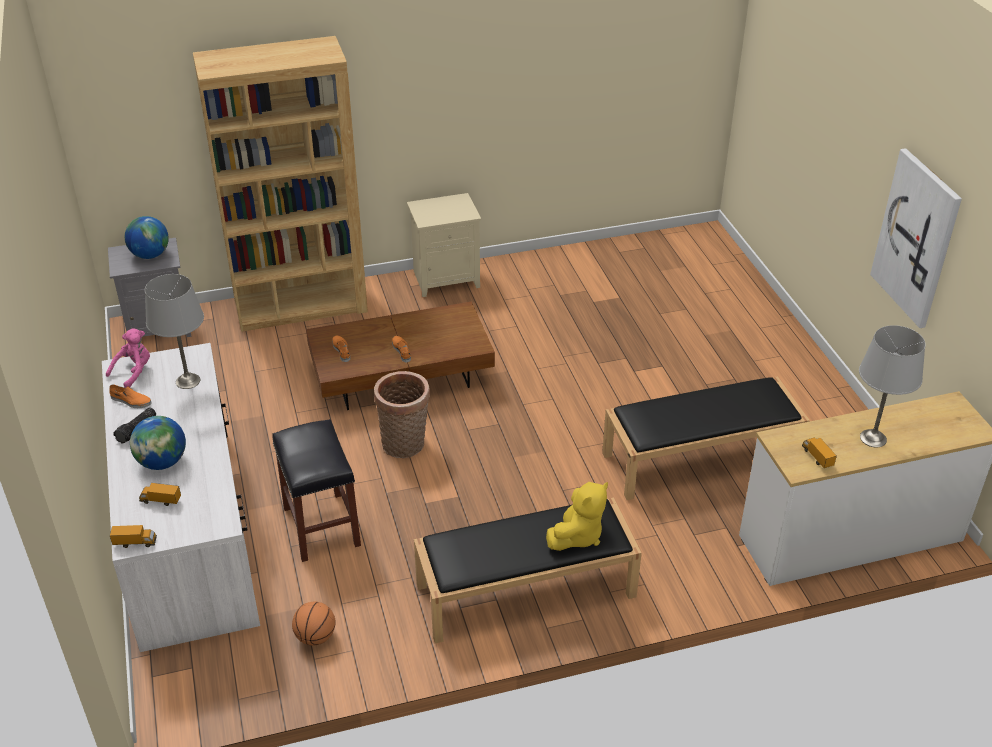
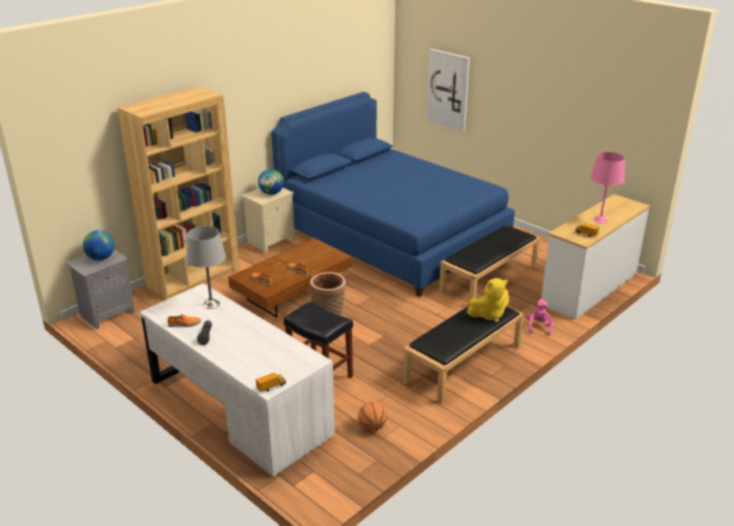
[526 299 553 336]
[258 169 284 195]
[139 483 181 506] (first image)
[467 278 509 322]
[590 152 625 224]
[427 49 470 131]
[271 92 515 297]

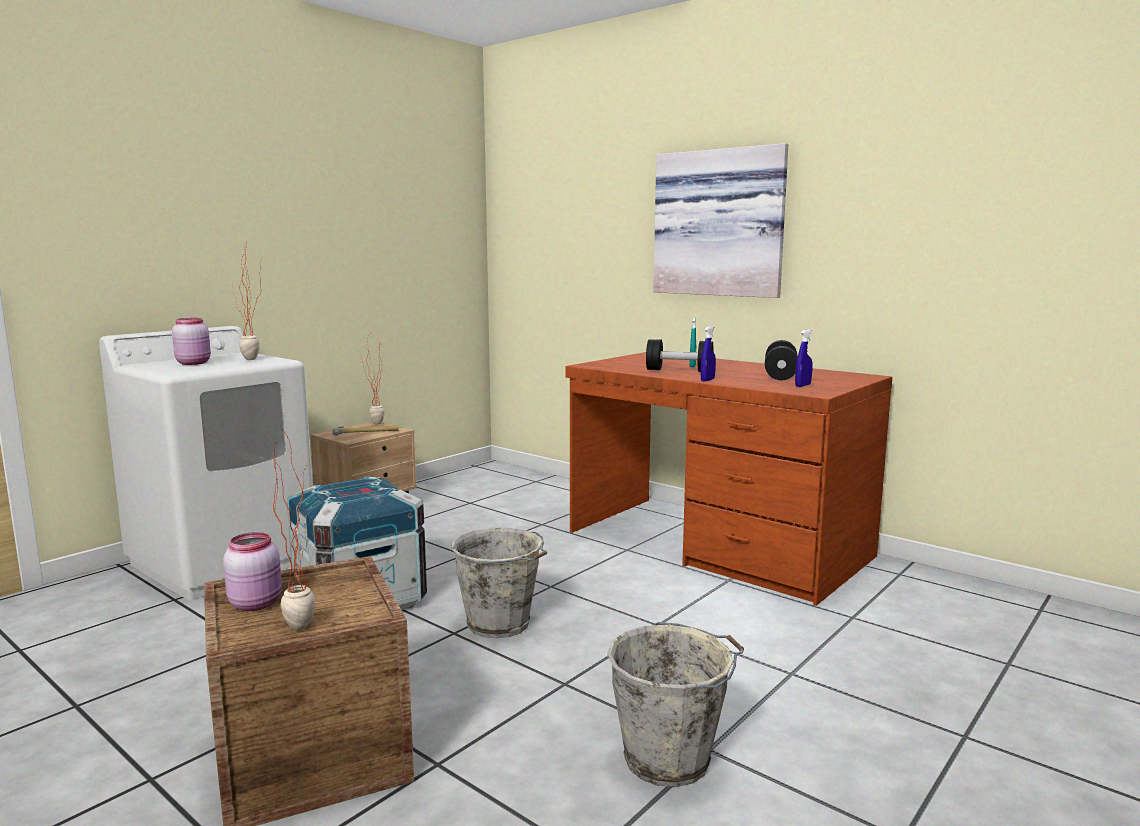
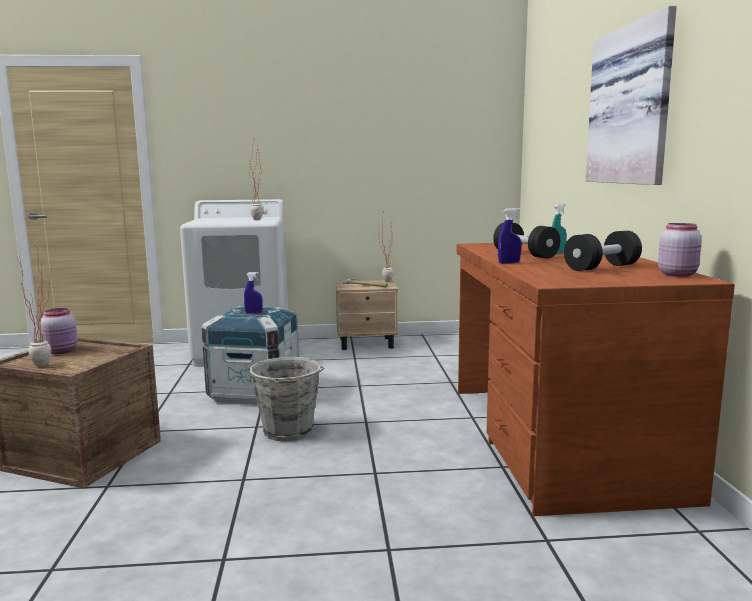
[658 223 702 277]
[607 622 744 787] (first image)
[244 272 263 313]

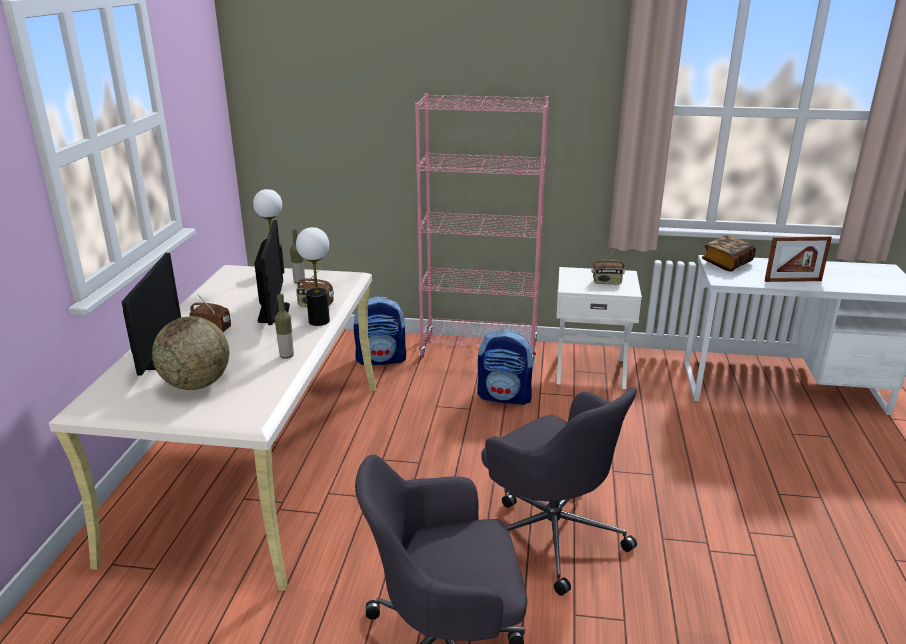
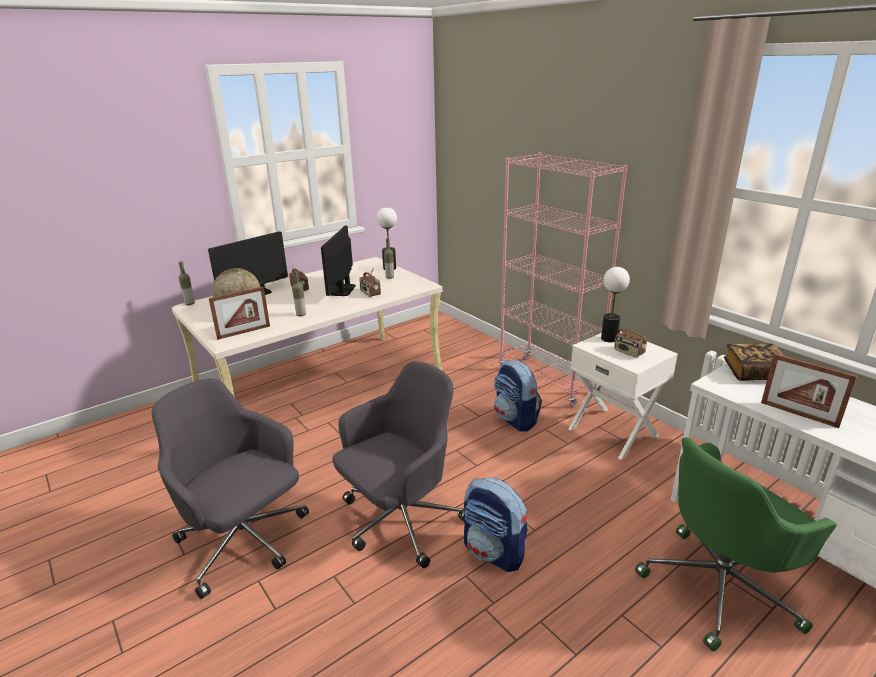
[321 225 356 296]
[601 267 630 342]
[464 477 528 572]
[332 361 464 568]
[179 262 195 305]
[209 286 270 340]
[635 437 837 651]

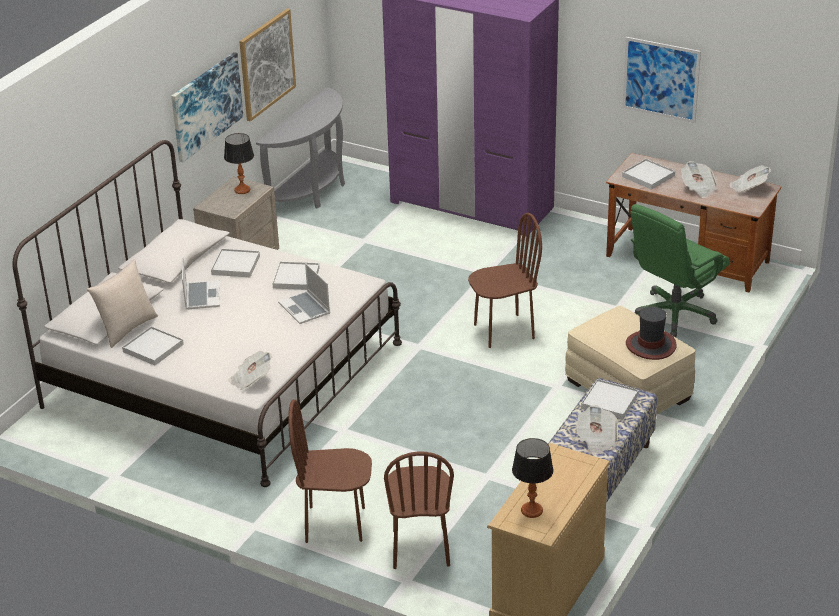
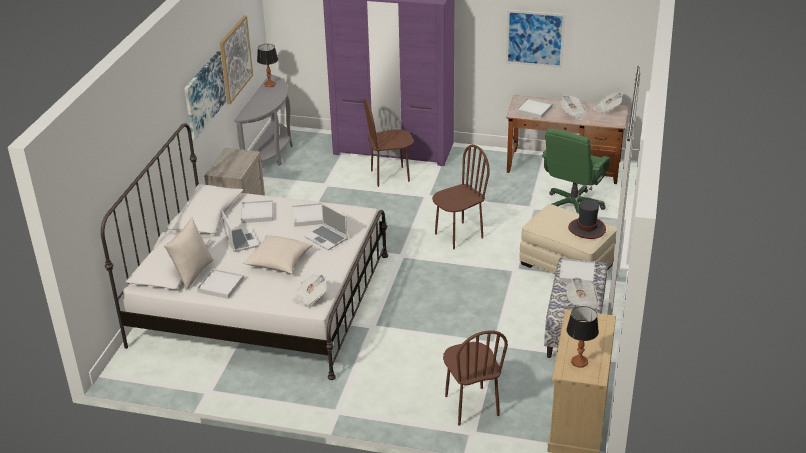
[257 44 278 87]
[364 99 414 187]
[243 235 313 274]

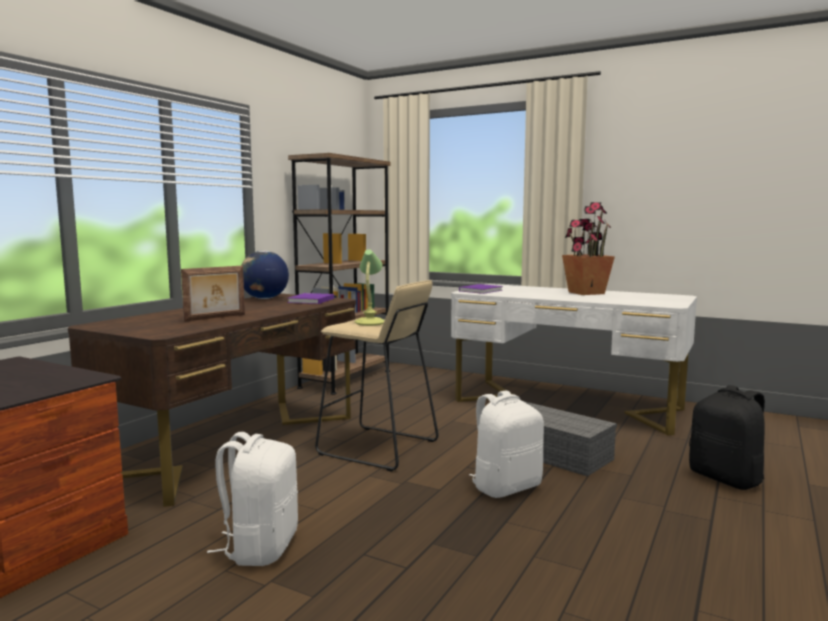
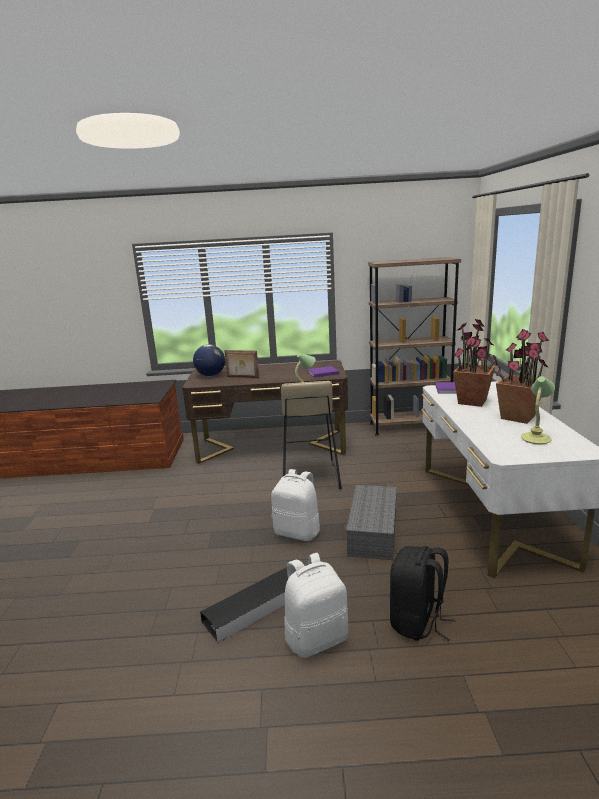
[285 553 348 658]
[193 344 225 376]
[200 567 288 643]
[453 319 498 407]
[521 376 555 444]

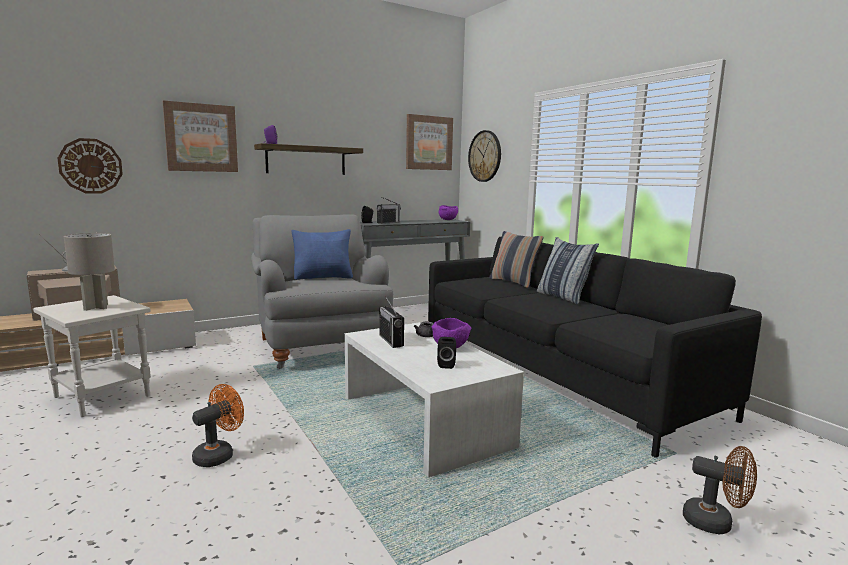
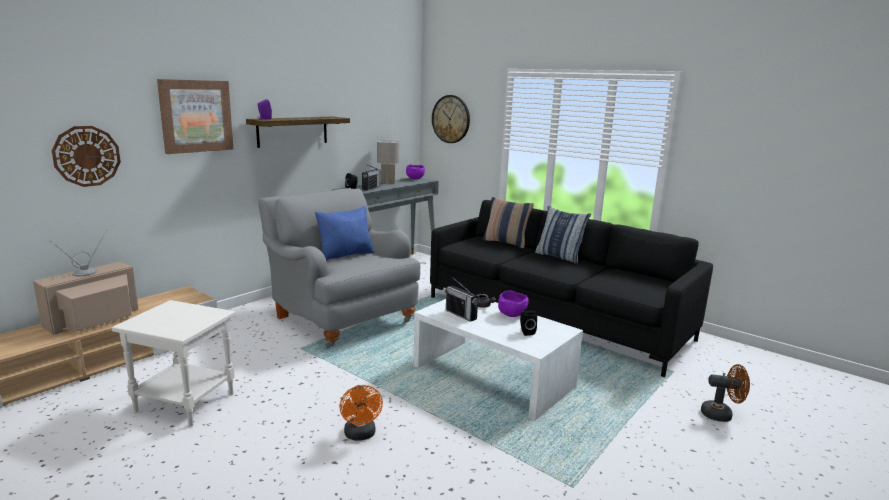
[377 141 399 184]
[339 385 383 441]
[406 114 453 170] (first image)

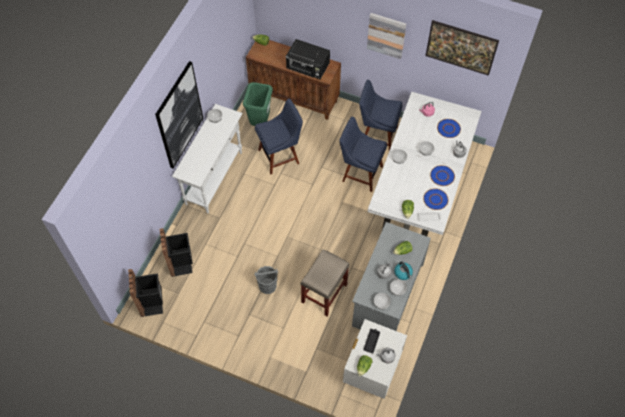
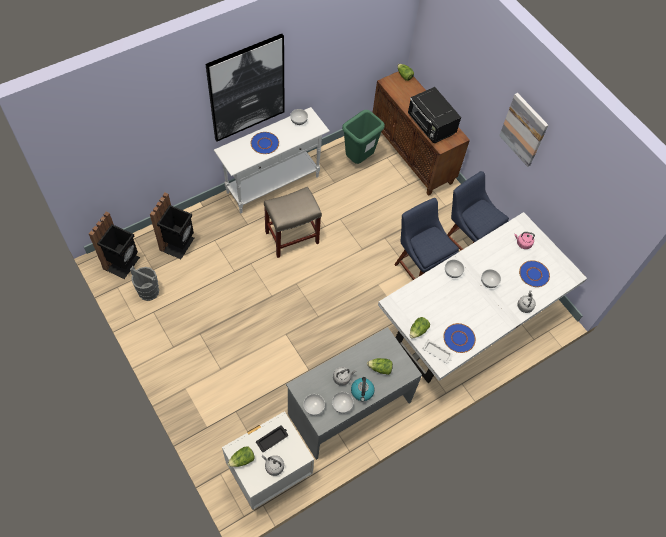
[130 266 159 301]
[255 99 303 174] (first image)
[264 187 322 258]
[425 20 499 76] (first image)
[251 132 279 154]

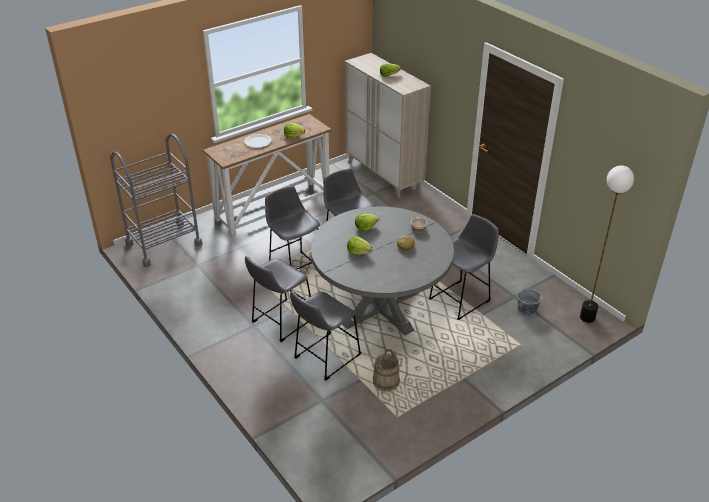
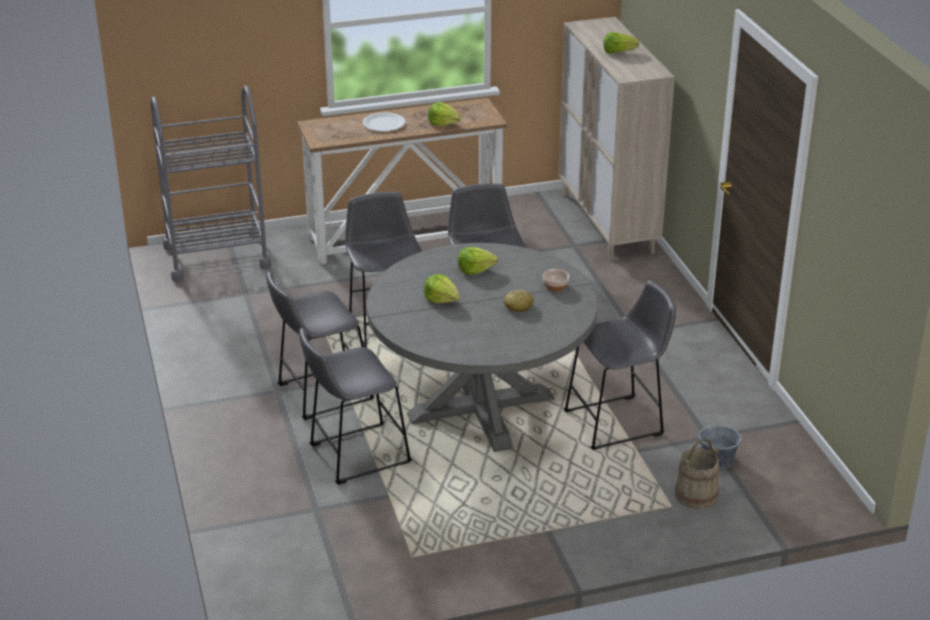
[675 438 719 509]
[580 165 634 323] (first image)

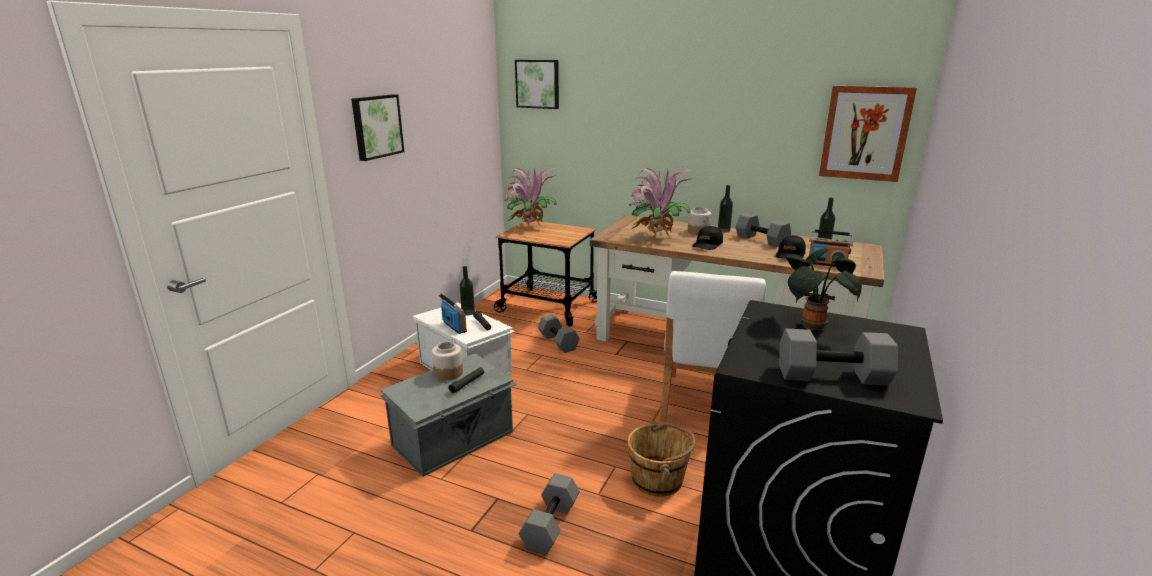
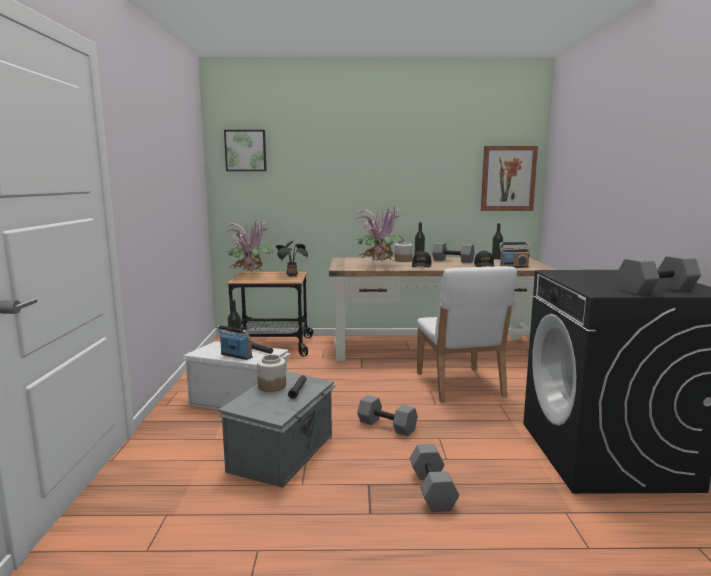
[351 94 404 161] (first image)
[357 395 418 436]
[627 421 696 496] (first image)
[276 241 308 277]

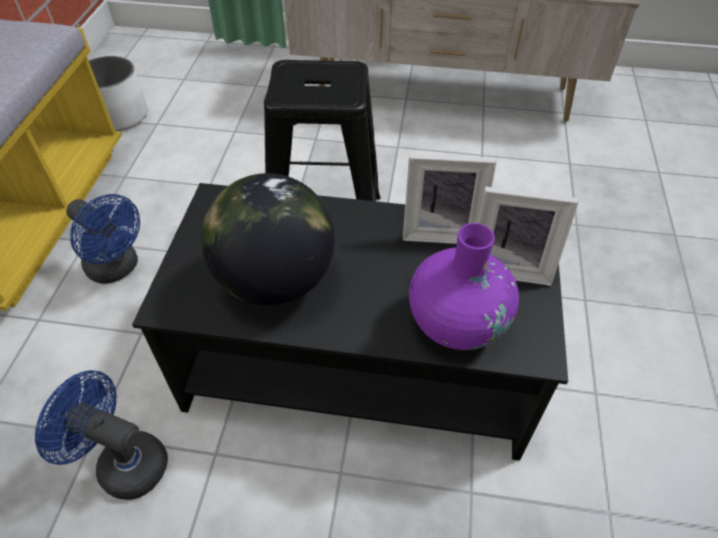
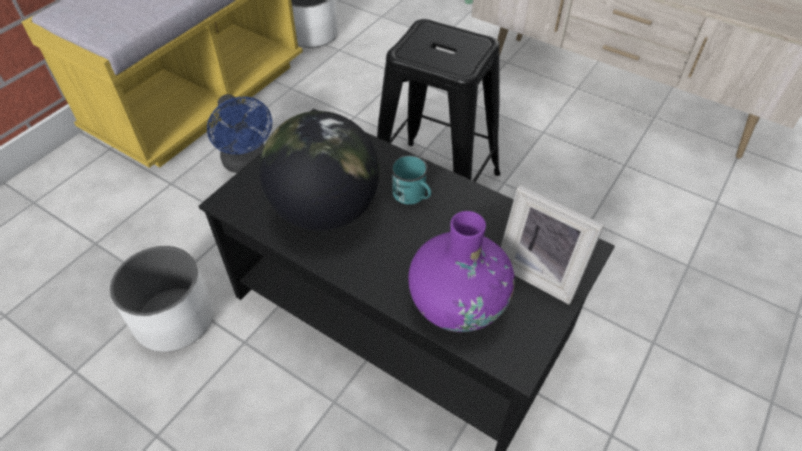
[110 246 214 352]
[403 154 497 244] (first image)
[391 155 431 205]

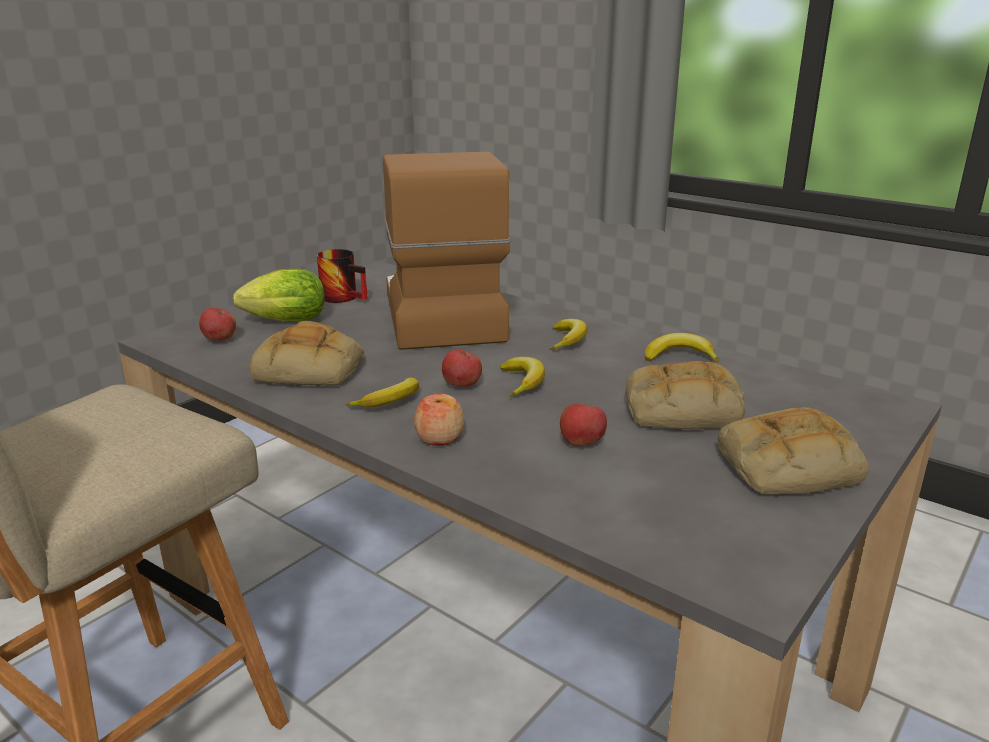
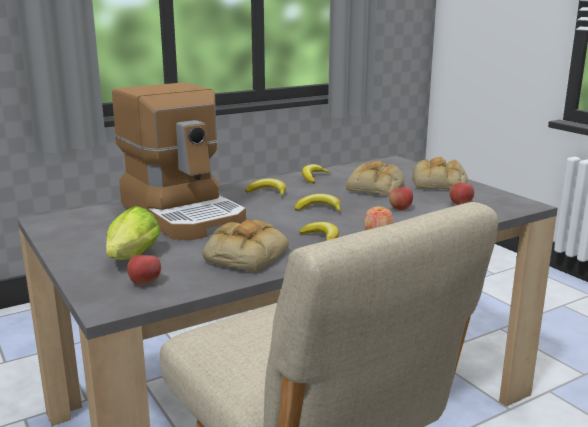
[317 249 368 303] (first image)
[112 83 246 240]
[449 183 474 205]

